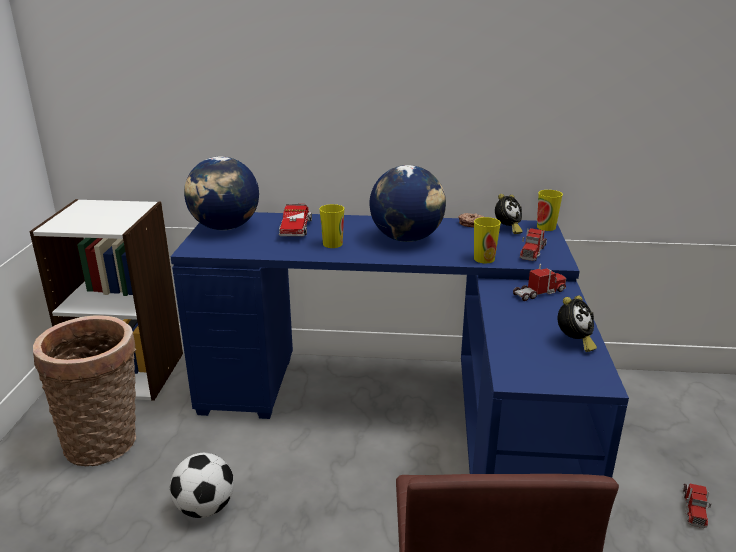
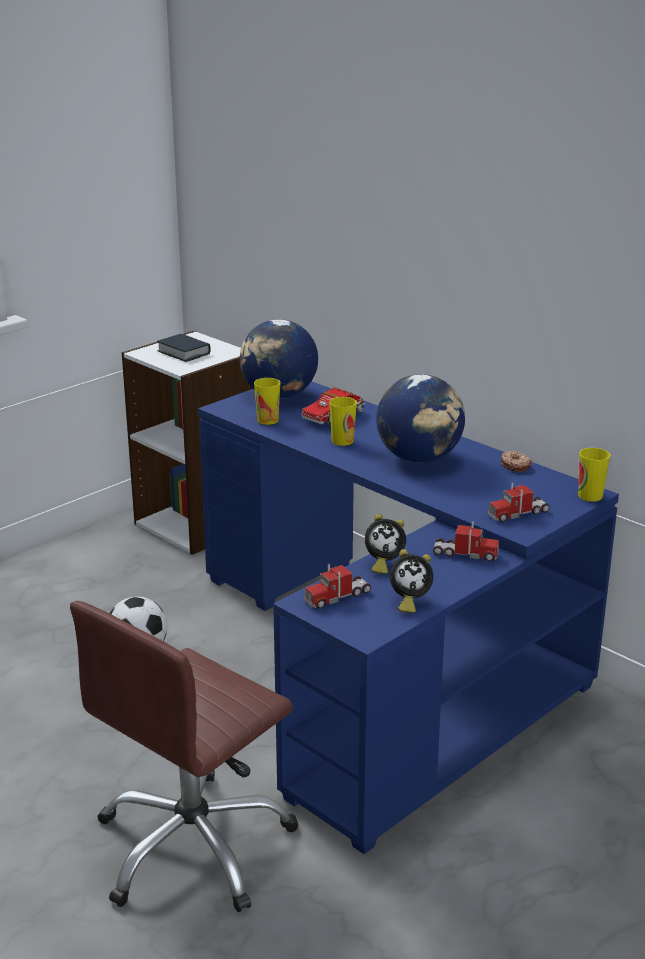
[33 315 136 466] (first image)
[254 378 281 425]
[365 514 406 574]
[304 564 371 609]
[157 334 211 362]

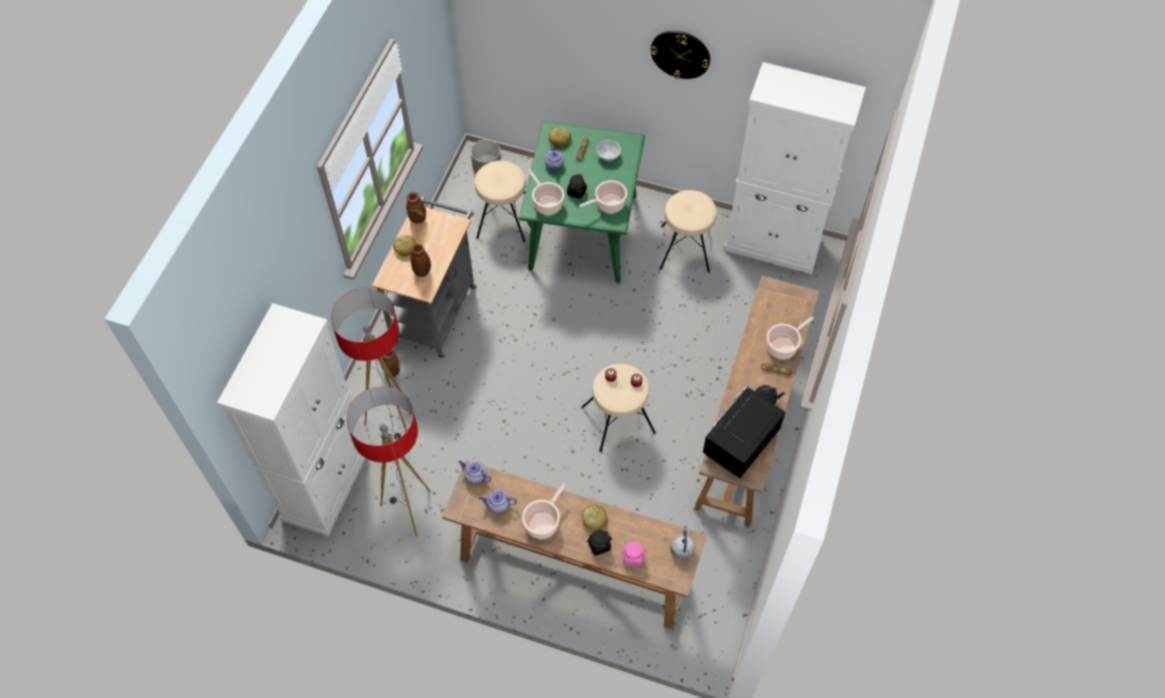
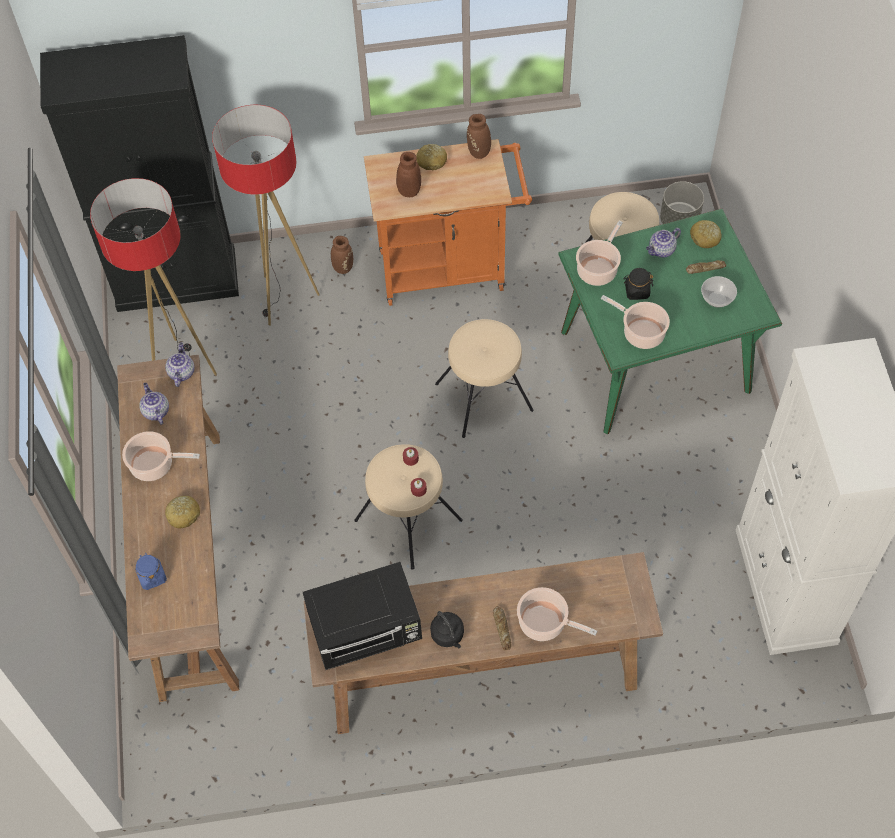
[40 35 239 312]
[364 139 532 306]
[587 530 612 556] (first image)
[135 553 167 590]
[650 31 710 79] (first image)
[435 319 534 438]
[670 526 695 560] (first image)
[303 562 422 670]

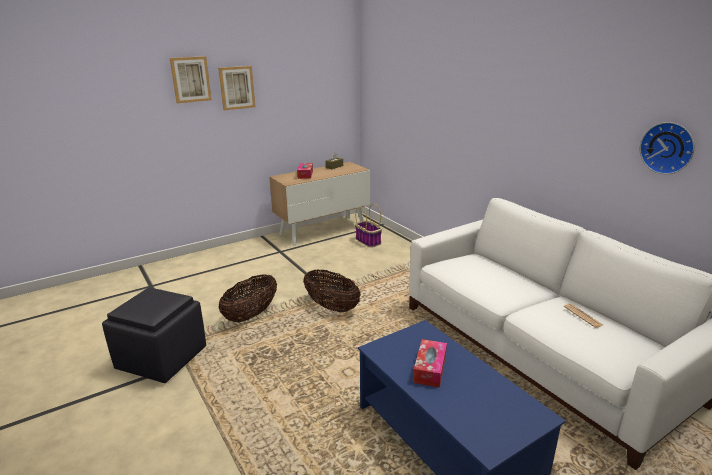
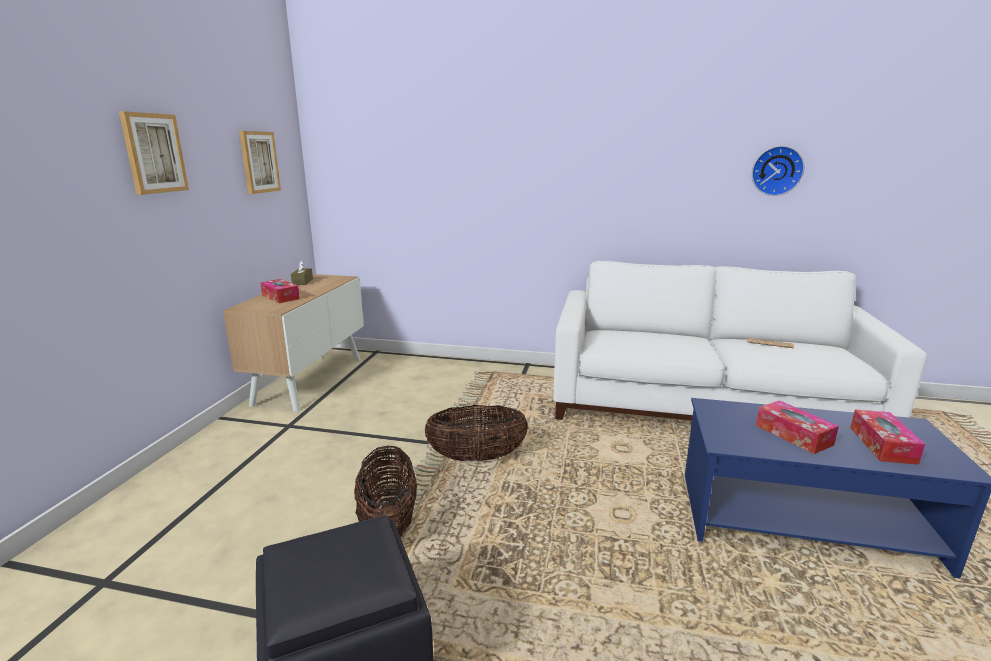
[239 131 281 194]
[355 204 382 248] (first image)
[850 410 925 465]

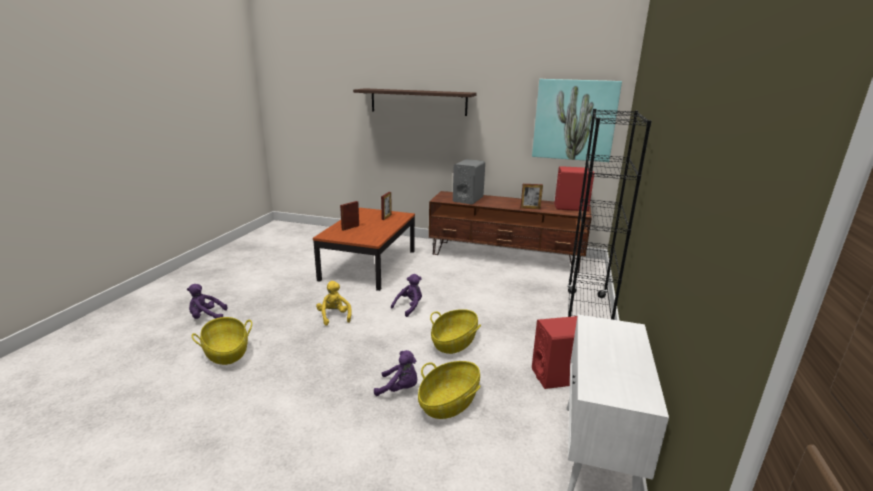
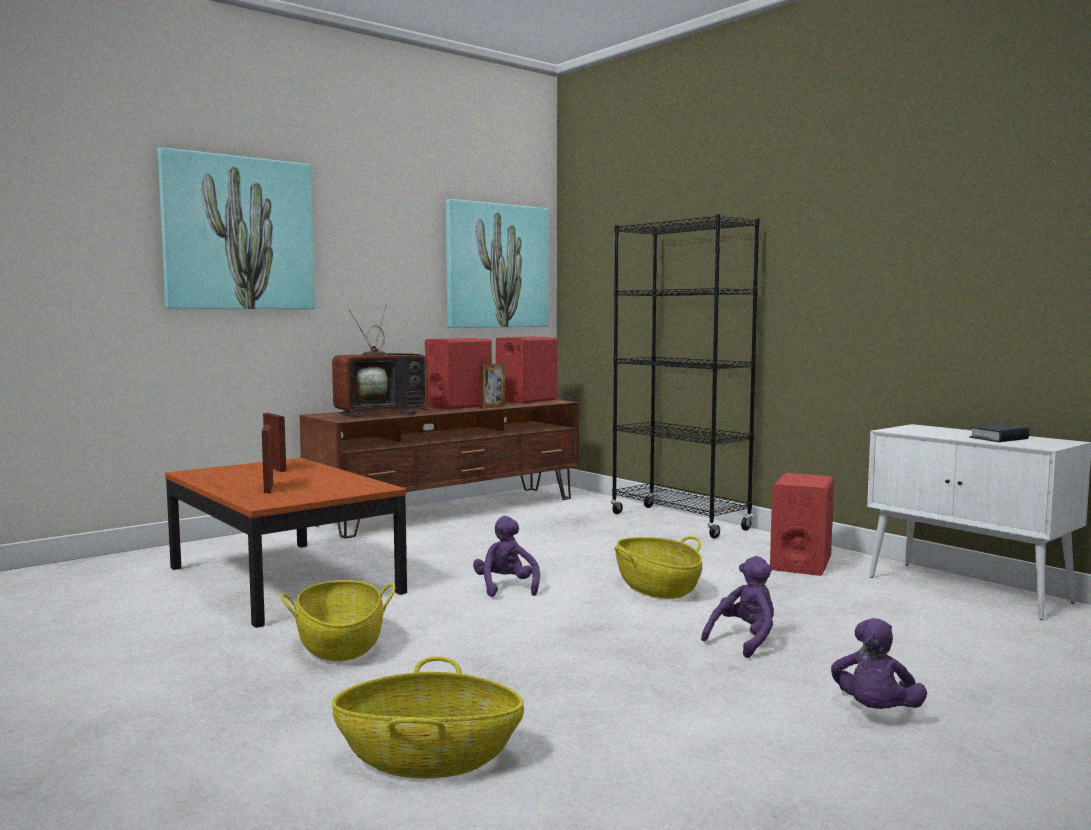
[831 618 927 709]
[316 281 352 326] (first image)
[158 147 315 309]
[281 580 395 661]
[332 304 432 417]
[425 338 492 410]
[969 424 1030 442]

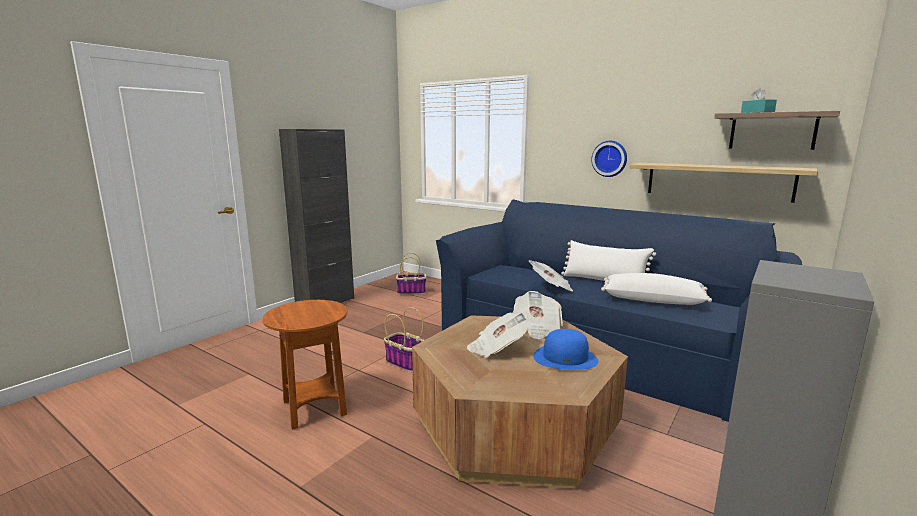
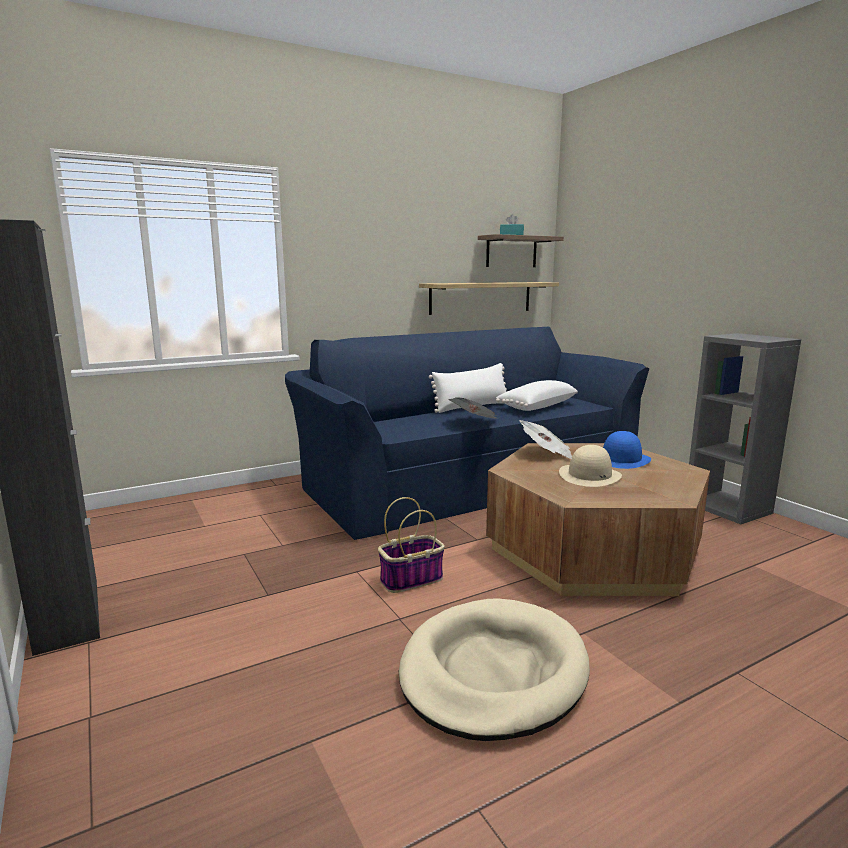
[399 598 590 741]
[396 253 426 295] (first image)
[559 445 622 487]
[591 141 627 177] (first image)

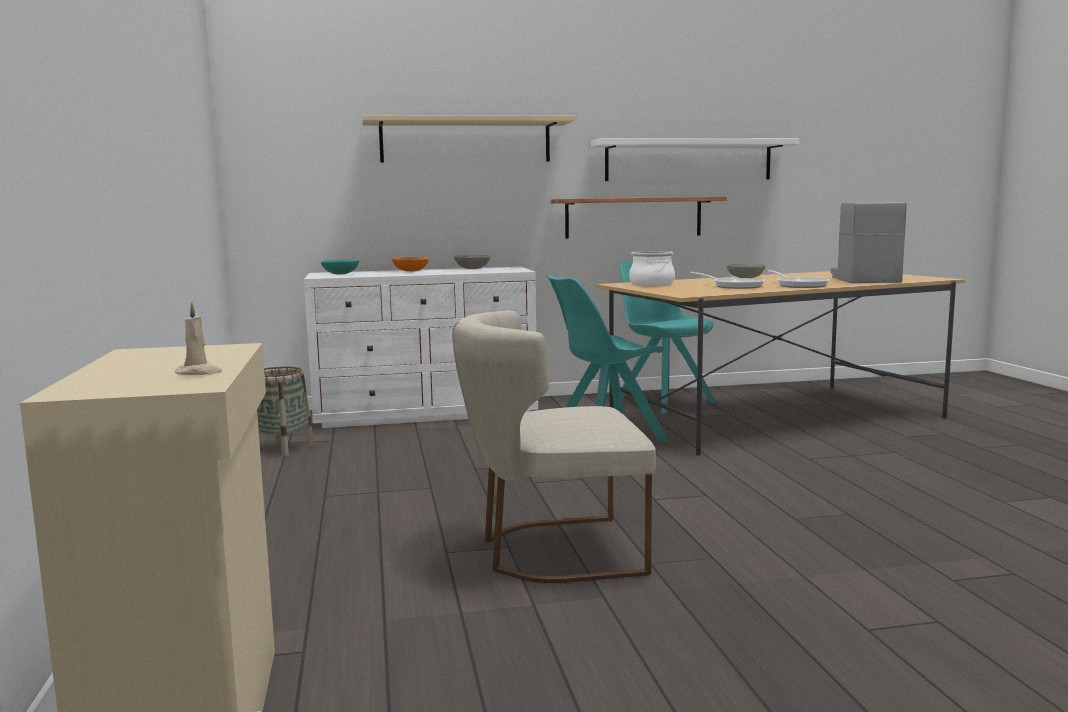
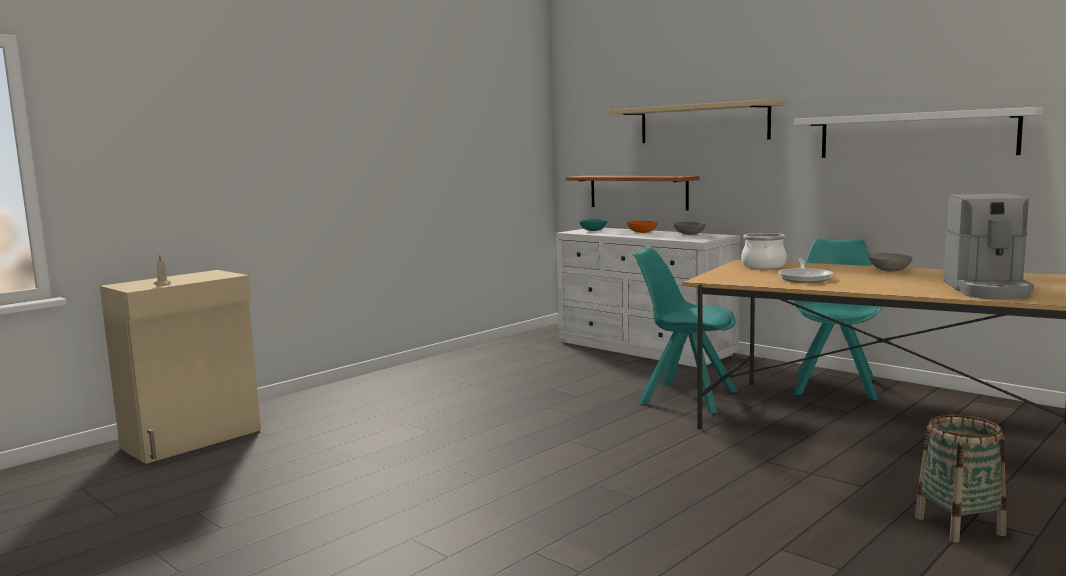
[915 415 1006 543]
[452 311 656 583] (first image)
[566 176 700 210]
[767 270 830 288] (first image)
[943 194 1034 300]

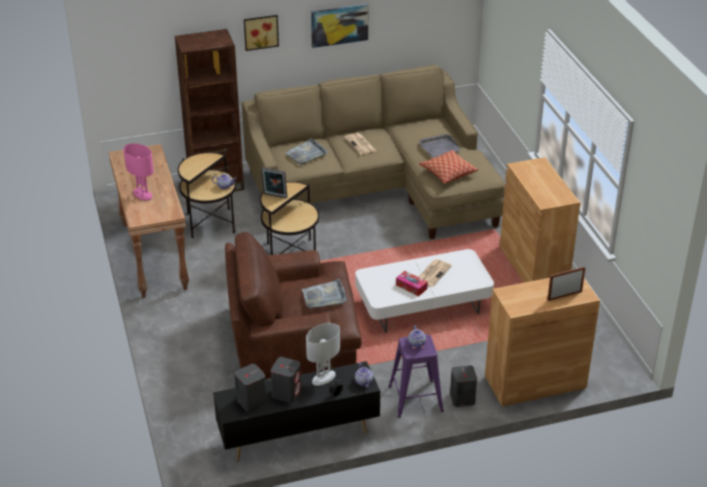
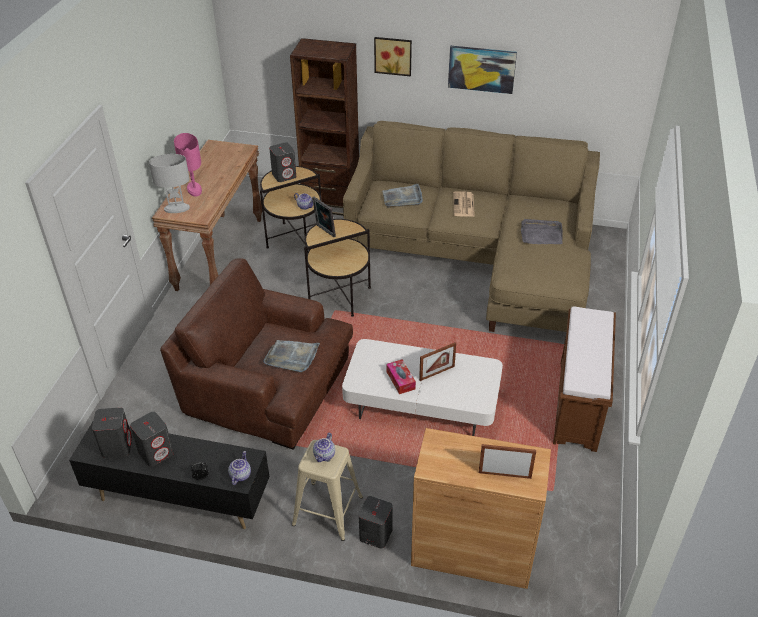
[149 154 190 213]
[292 440 363 541]
[419 150 478 184] (first image)
[419 342 456 381]
[553 307 616 452]
[269 142 296 182]

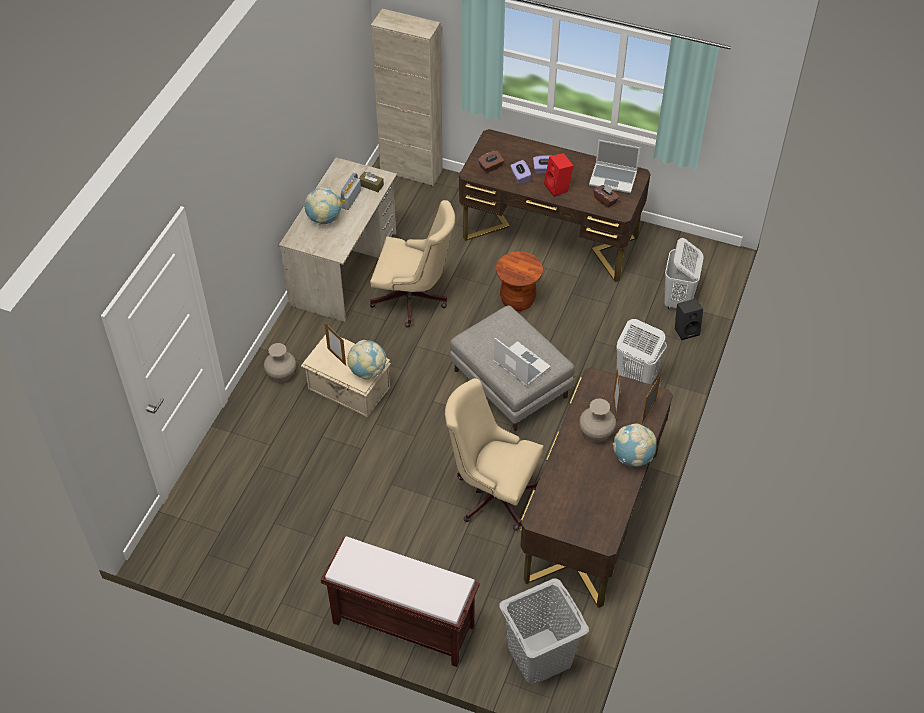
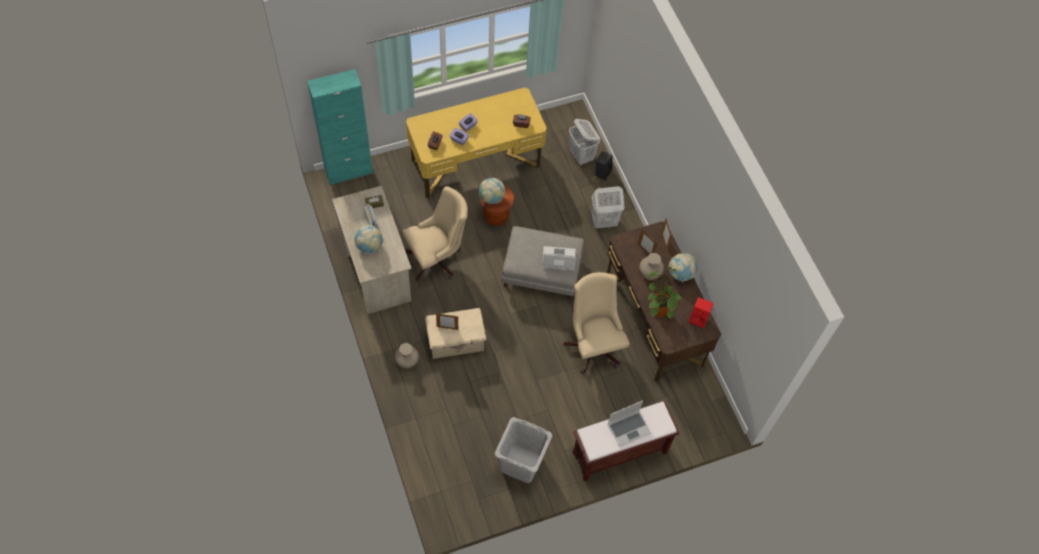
[479 178 505 204]
[307 69 373 185]
[563 272 630 374]
[406 87 547 198]
[495 417 552 483]
[689 297 714 328]
[608 401 651 447]
[647 266 681 318]

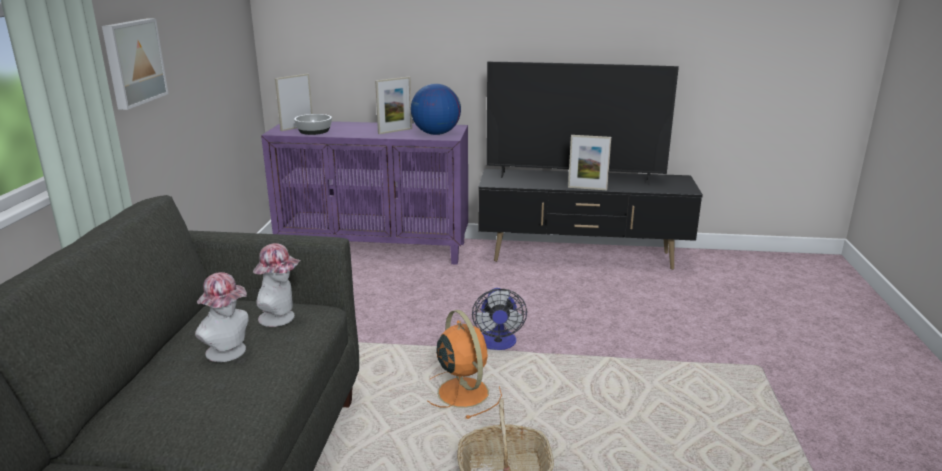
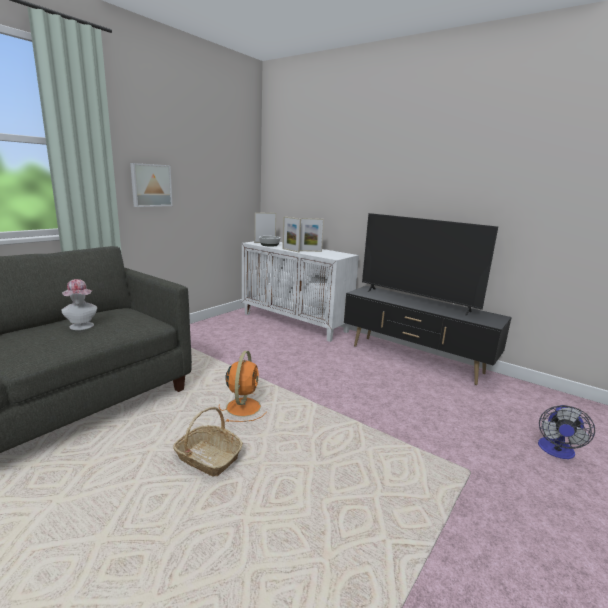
[253 243 301 327] (first image)
[242 241 359 342]
[411 84 461 135] (first image)
[538 405 595 459]
[282 216 301 252]

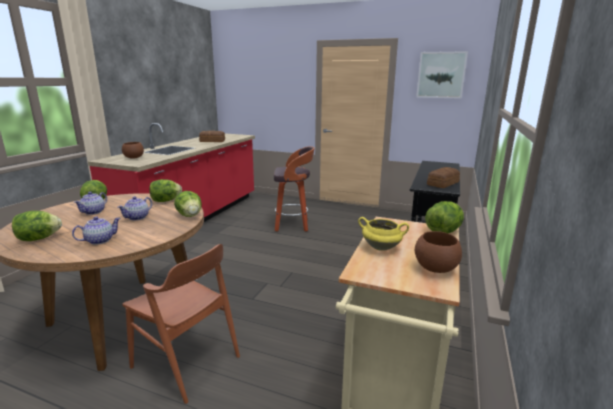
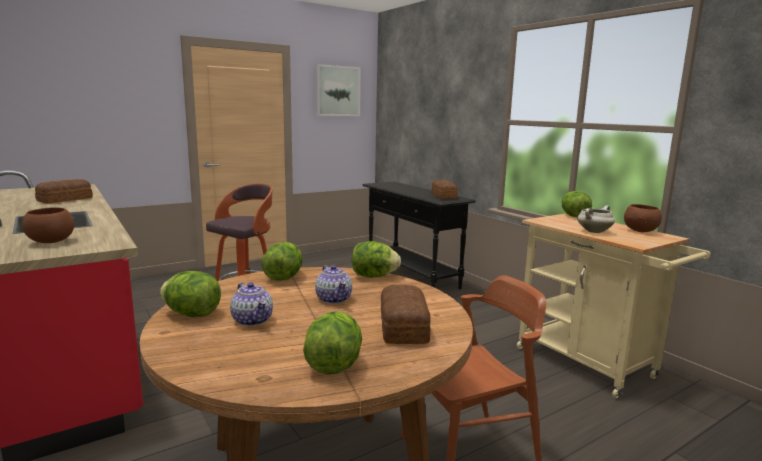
[381 285 431 344]
[577 205 615 233]

